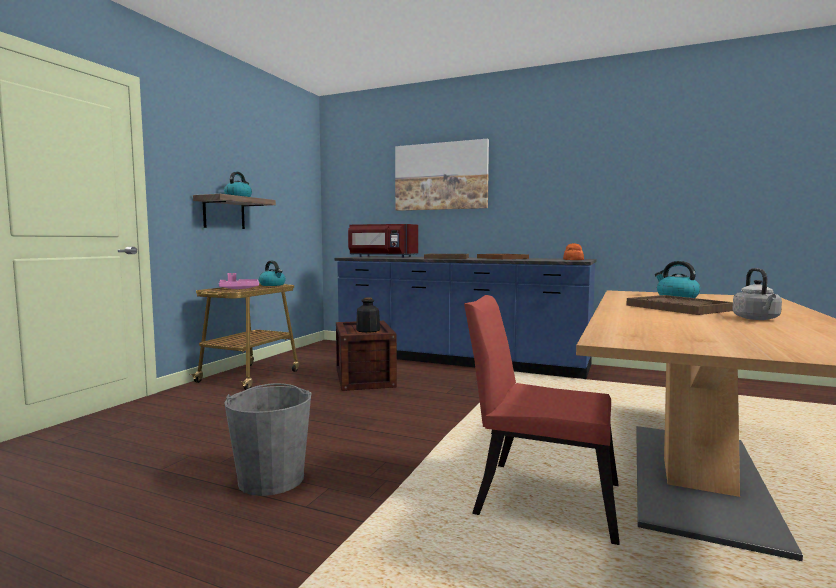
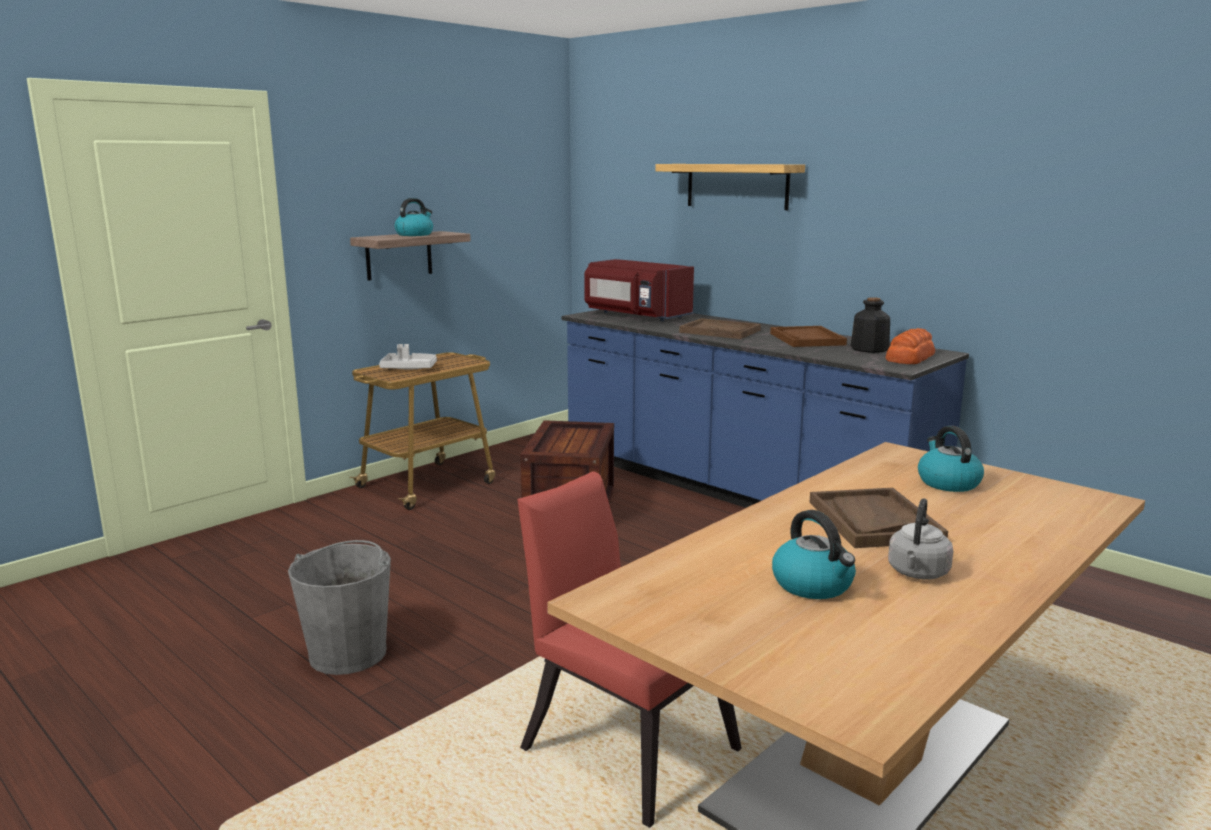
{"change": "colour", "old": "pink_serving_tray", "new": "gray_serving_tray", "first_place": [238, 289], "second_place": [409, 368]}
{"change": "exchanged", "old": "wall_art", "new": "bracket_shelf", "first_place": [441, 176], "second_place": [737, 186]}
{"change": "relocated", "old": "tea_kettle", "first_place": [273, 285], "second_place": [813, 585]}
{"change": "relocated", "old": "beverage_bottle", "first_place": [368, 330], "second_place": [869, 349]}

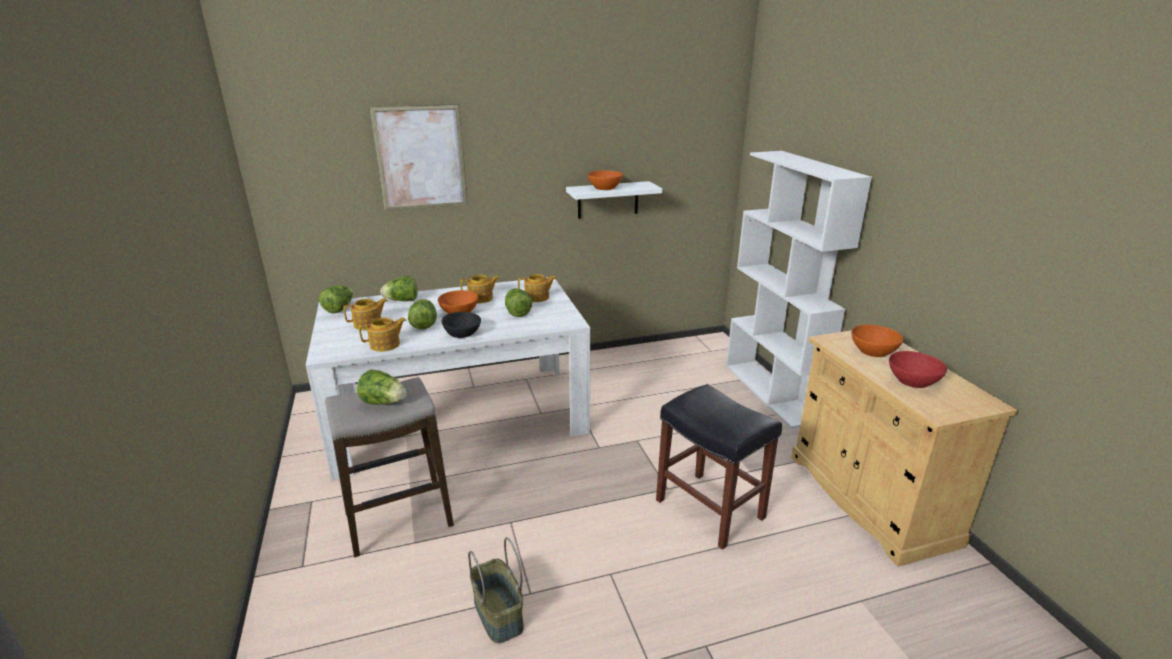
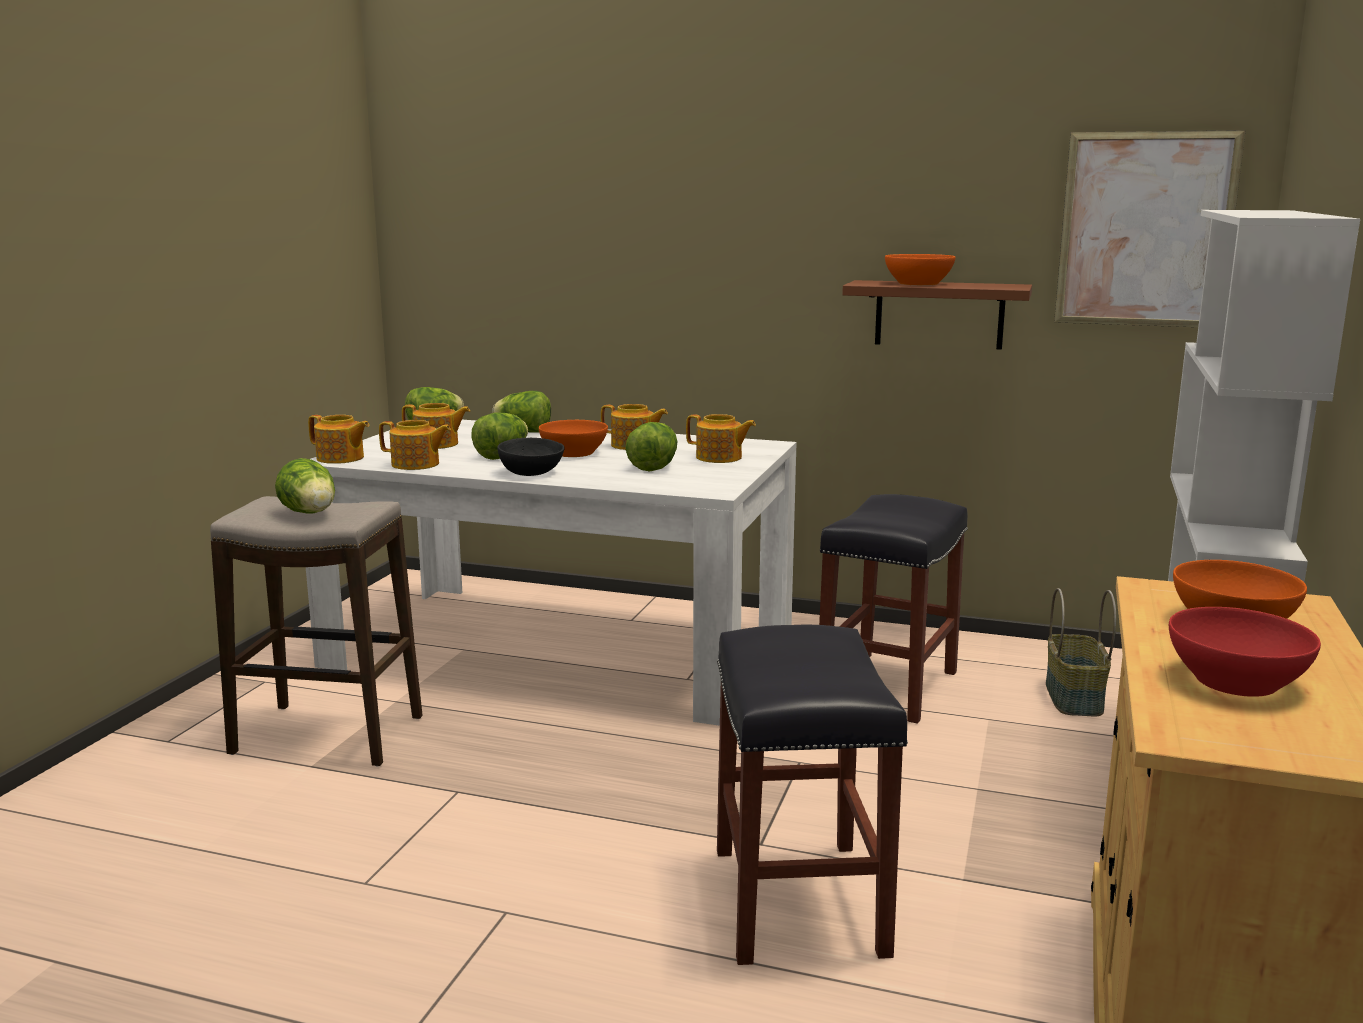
{"change": "appeared", "new": "teapot", "second_place": [340, 458]}
{"change": "appeared", "new": "black_sitting_stool", "second_place": [888, 688]}
{"change": "colour", "old": "whitish_bracket_shelf", "new": "brown-coloured_bracket_shelf", "first_place": [608, 200], "second_place": [939, 314]}
{"change": "relocated", "old": "household_basket", "first_place": [497, 614], "second_place": [1072, 697]}
{"change": "relocated", "old": "wall_art", "first_place": [421, 158], "second_place": [1145, 230]}

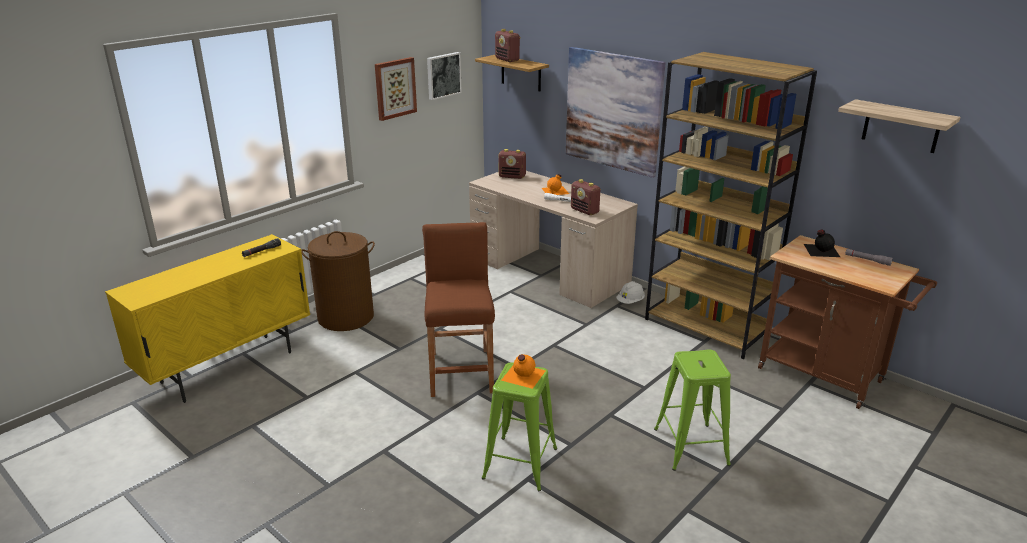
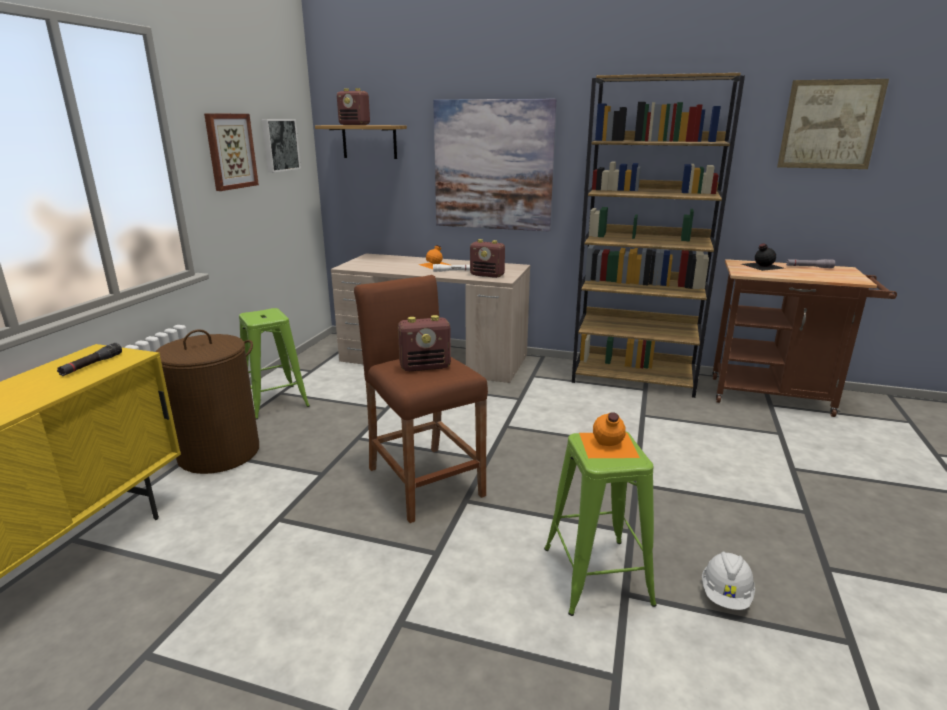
{"change": "relocated", "old": "green-coloured_sitting_stool", "first_place": [691, 446], "second_place": [275, 401]}
{"change": "relocated", "old": "radio_set", "first_place": [512, 176], "second_place": [425, 367]}
{"change": "relocated", "old": "whitish_safety_helmet", "first_place": [630, 302], "second_place": [726, 595]}
{"change": "exchanged", "old": "bracket_shelf", "new": "wall_art", "first_place": [901, 126], "second_place": [830, 125]}

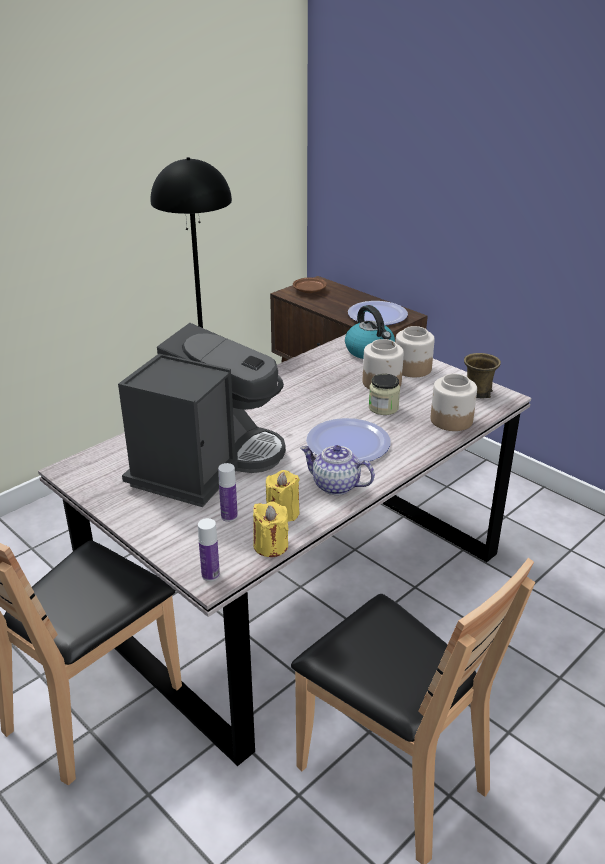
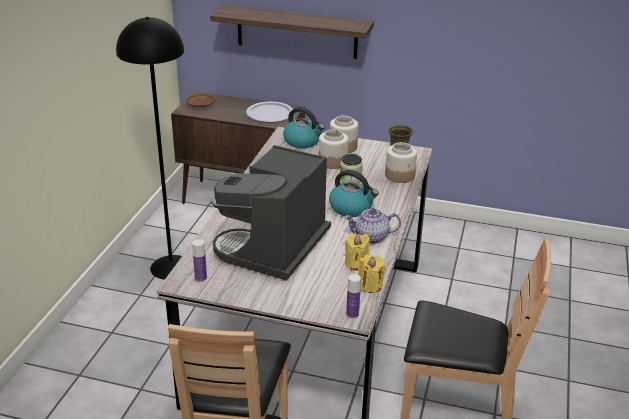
{"change": "relocated", "old": "beverage_bottle", "first_place": [229, 516], "second_place": [200, 278]}
{"change": "appeared", "new": "bracket_shelf", "second_place": [297, 32]}
{"change": "spun", "old": "coffee_machine", "first_place": [206, 463], "second_place": [274, 248], "degrees": -150}
{"change": "exchanged", "old": "dinner_plate", "new": "tea_kettle", "first_place": [348, 443], "second_place": [351, 208]}

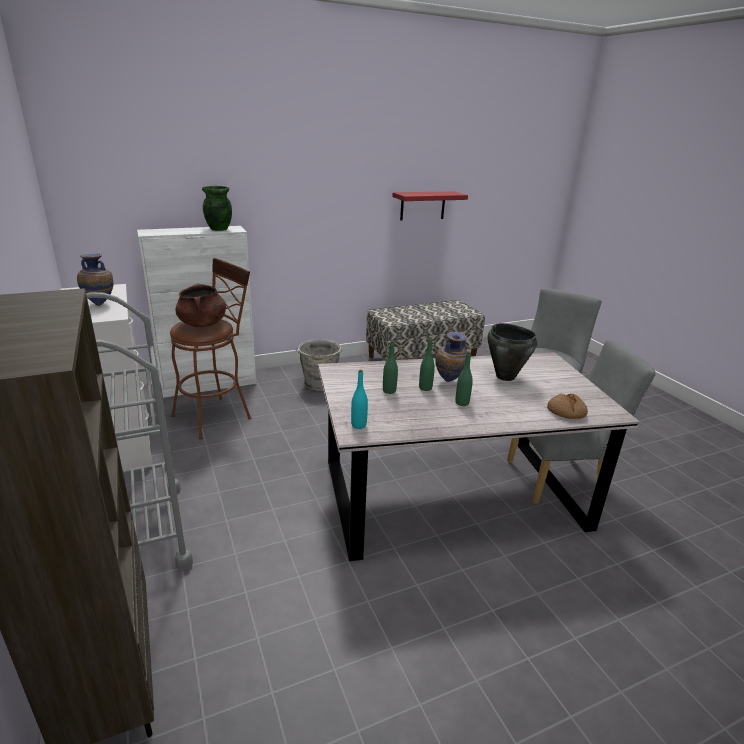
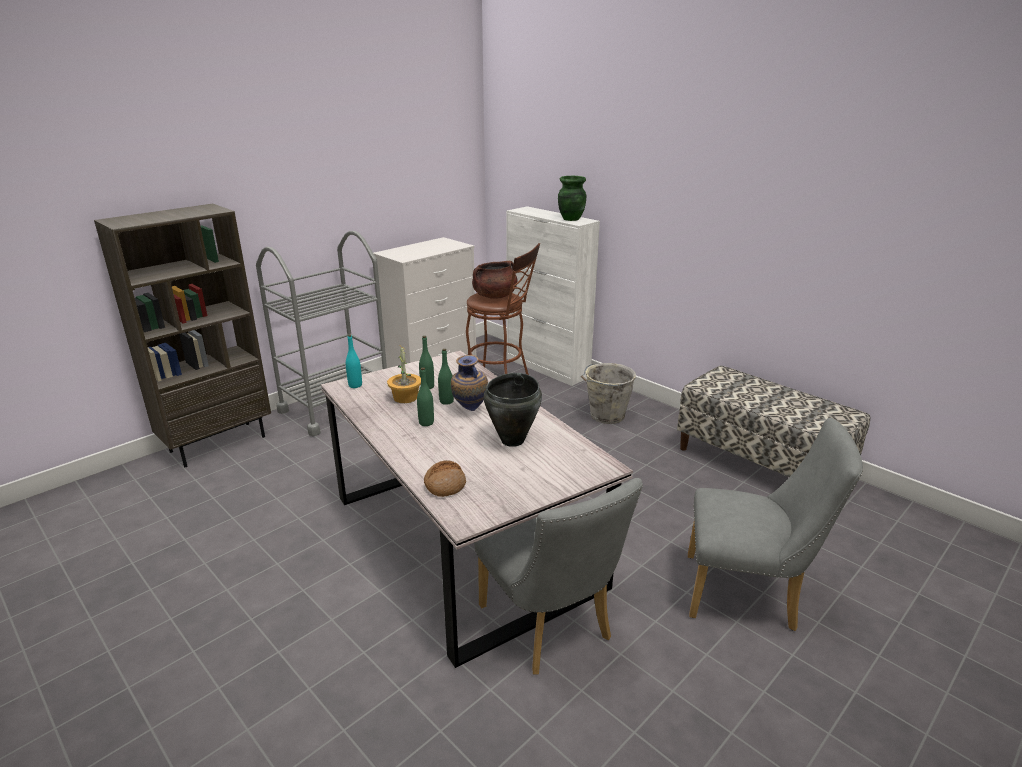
{"change": "appeared", "new": "houseplant", "second_place": [405, 397]}
{"change": "missing", "old": "vase", "first_place": [100, 304]}
{"change": "missing", "old": "reddish_bracket_shelf", "first_place": [422, 205]}

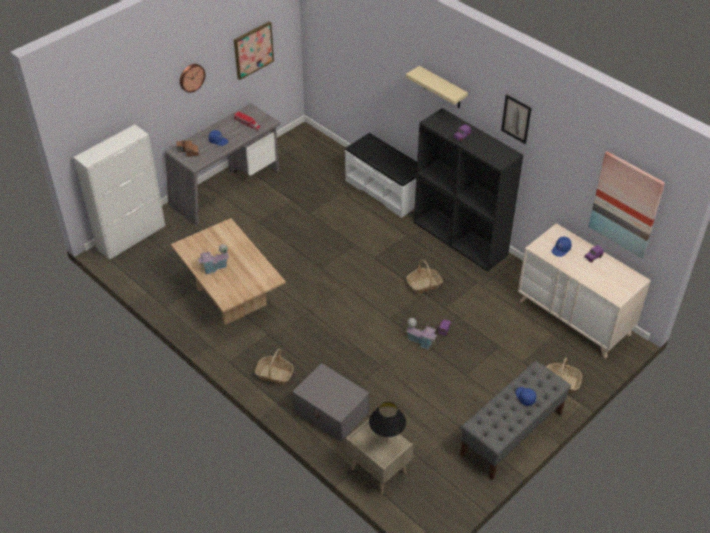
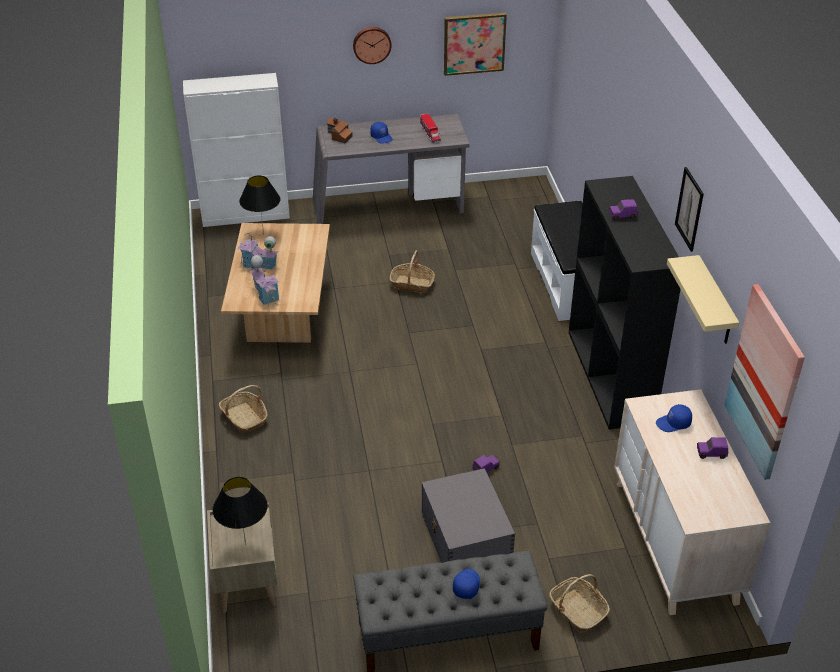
{"change": "appeared", "new": "black_tabletop_lamp", "second_place": [263, 235]}
{"change": "relocated", "old": "model_house", "first_place": [421, 341], "second_place": [266, 294]}
{"change": "relocated", "old": "household_basket", "first_place": [424, 285], "second_place": [412, 284]}
{"change": "relocated", "old": "gray_storage_box", "first_place": [331, 412], "second_place": [466, 539]}
{"change": "relocated", "old": "beige_bracket_shelf", "first_place": [442, 88], "second_place": [715, 303]}

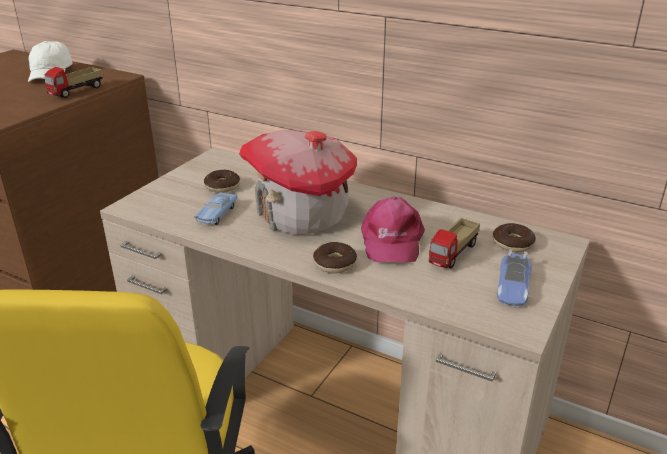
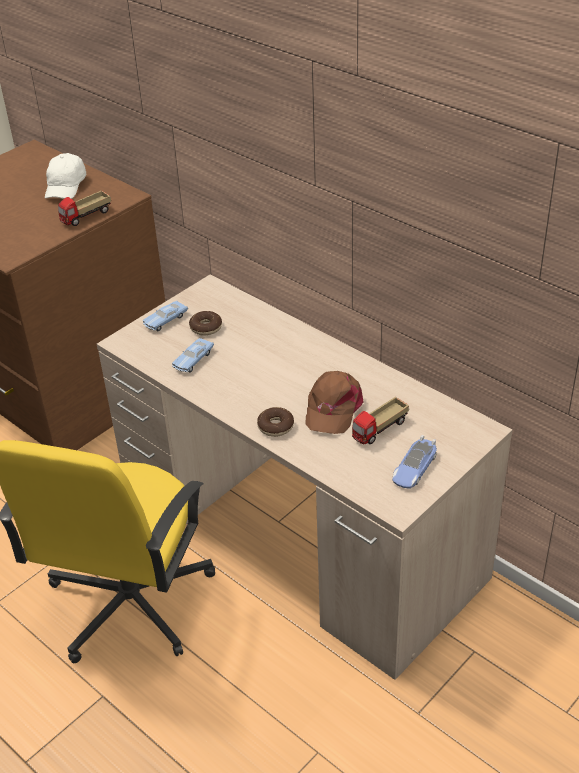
{"change": "appeared", "new": "blue_model_car", "second_place": [165, 320]}
{"change": "colour", "old": "pink_baseball_cap", "new": "brown-coloured_baseball_cap", "first_place": [391, 240], "second_place": [333, 408]}
{"change": "missing", "old": "model_house", "first_place": [301, 215]}
{"change": "missing", "old": "donut", "first_place": [512, 244]}

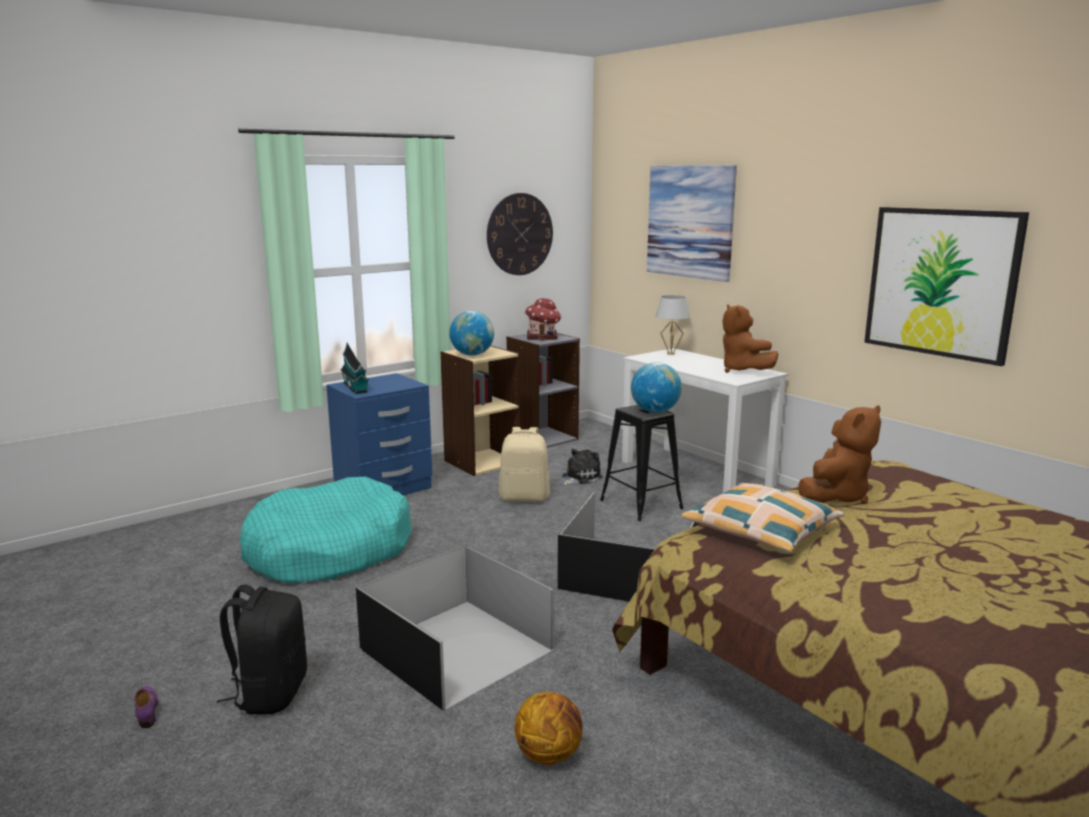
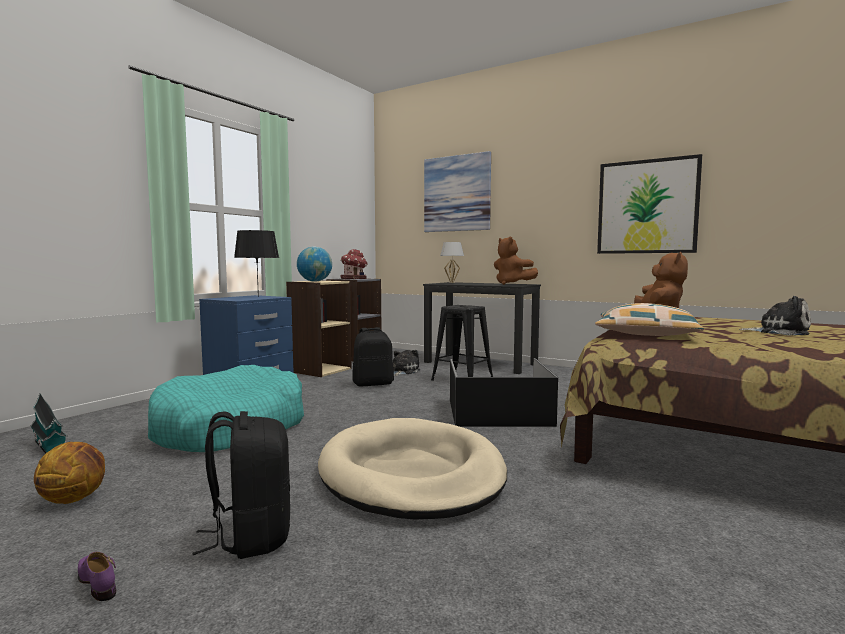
{"change": "relocated", "old": "model_house", "first_place": [356, 388], "second_place": [50, 447]}
{"change": "relocated", "old": "basketball", "first_place": [549, 754], "second_place": [74, 499]}
{"change": "appeared", "new": "black_tabletop_lamp", "second_place": [258, 296]}
{"change": "exchanged", "old": "black_storage_box", "new": "beige_dog_cushion", "first_place": [454, 650], "second_place": [411, 474]}
{"change": "colour", "old": "beige_rucksack", "new": "black_rucksack", "first_place": [524, 497], "second_place": [373, 384]}
{"change": "colour", "old": "whitish_desk_table", "new": "black_desk_table", "first_place": [696, 473], "second_place": [480, 363]}
{"change": "appeared", "new": "plush_toy", "second_place": [780, 332]}
{"change": "missing", "old": "wall_clock", "first_place": [519, 234]}
{"change": "missing", "old": "globe", "first_place": [655, 411]}

